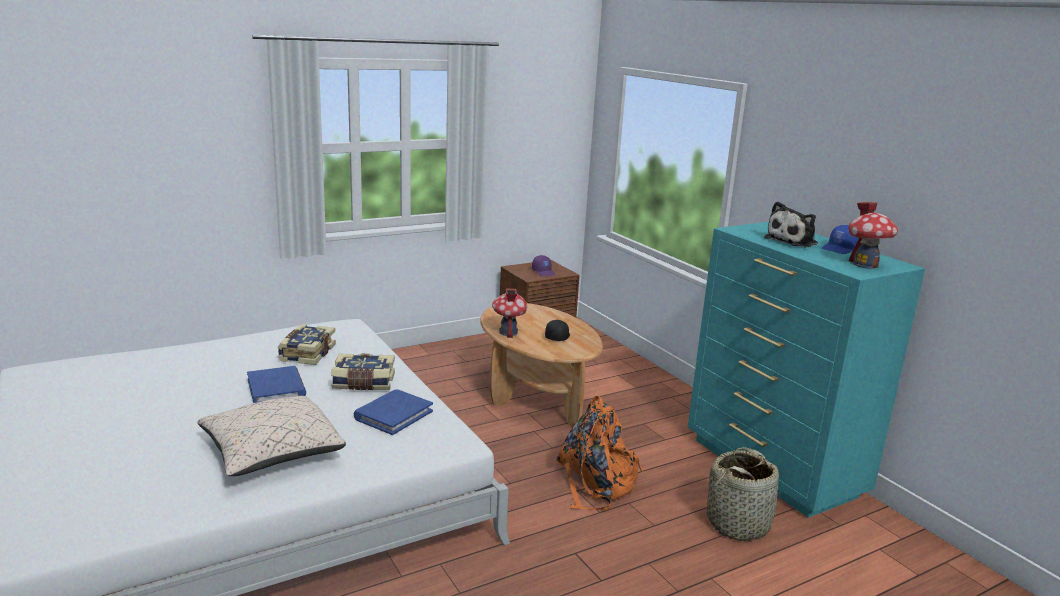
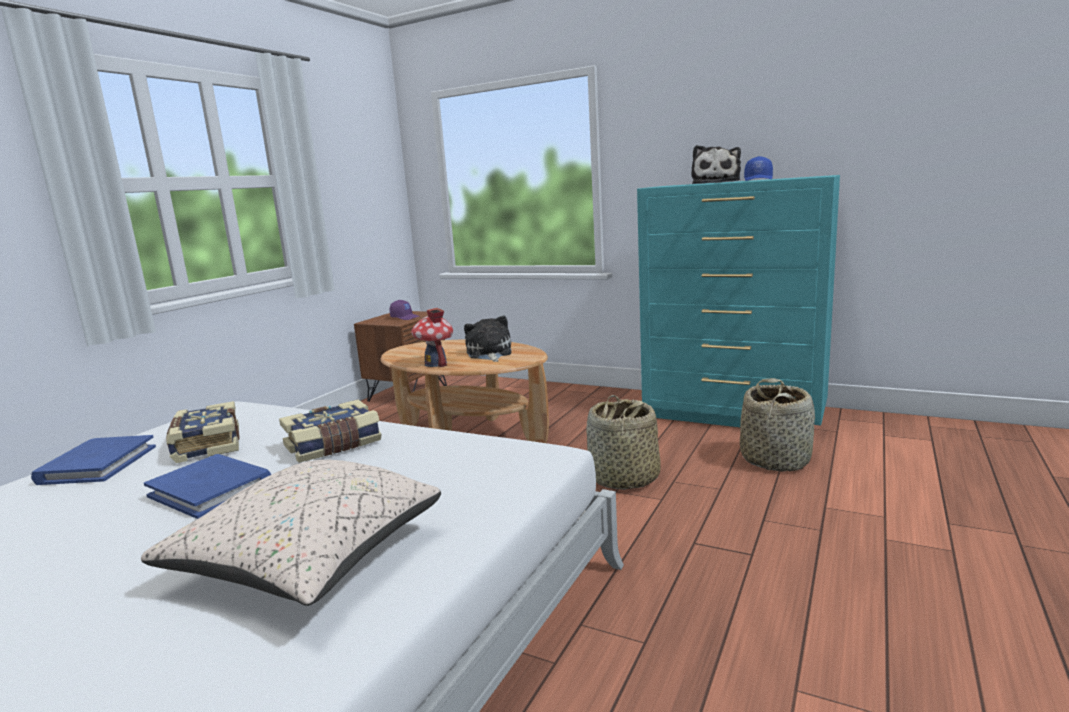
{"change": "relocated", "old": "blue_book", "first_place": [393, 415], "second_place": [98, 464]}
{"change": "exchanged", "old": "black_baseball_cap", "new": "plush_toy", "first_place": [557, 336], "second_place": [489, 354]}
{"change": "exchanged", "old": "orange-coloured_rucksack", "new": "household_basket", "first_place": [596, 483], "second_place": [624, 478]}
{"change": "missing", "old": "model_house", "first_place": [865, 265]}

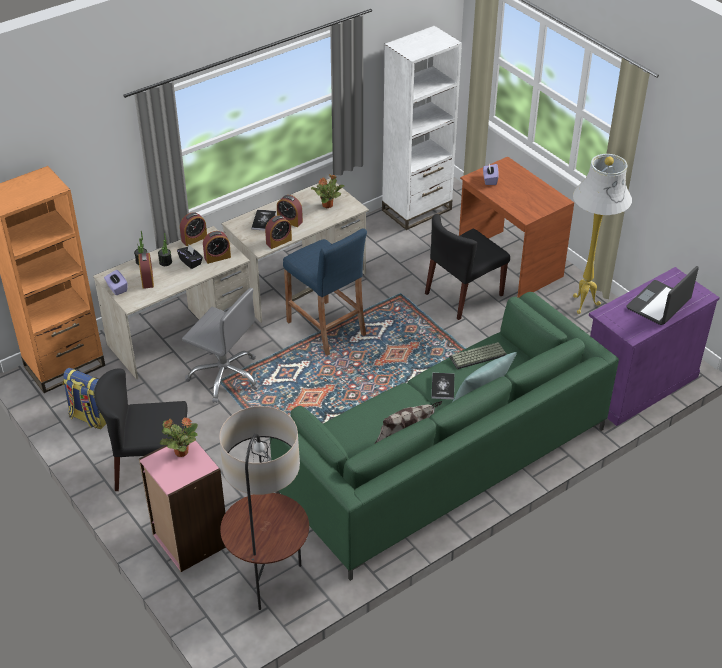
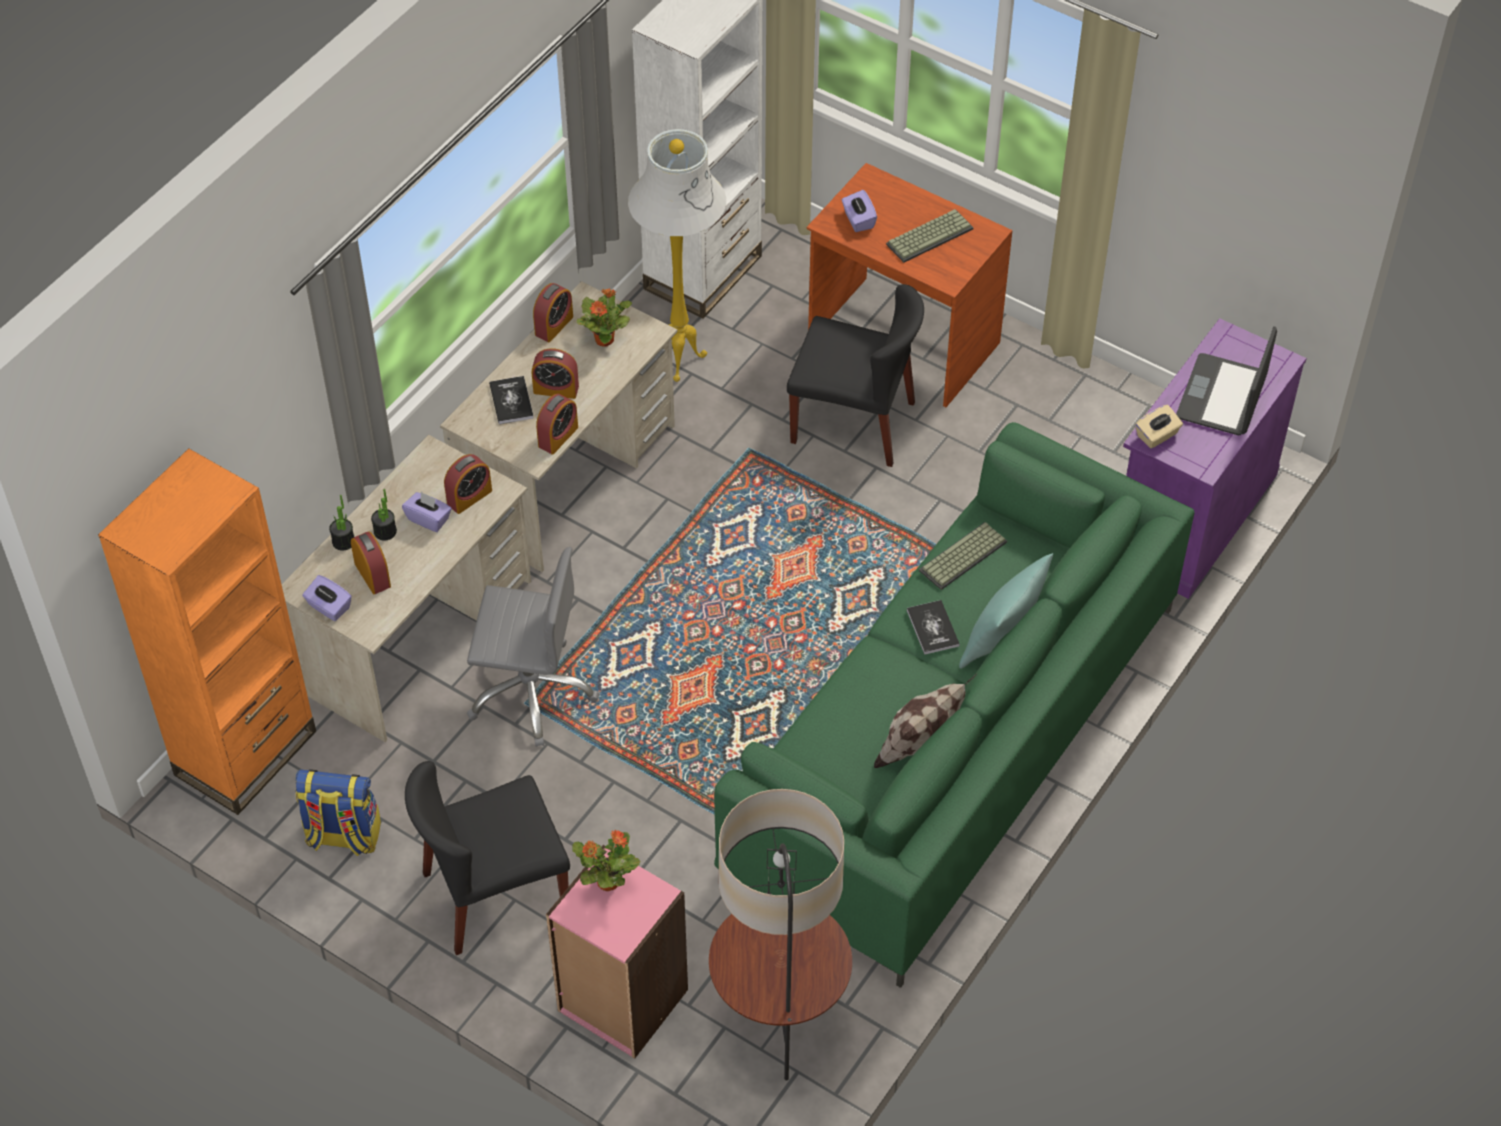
{"change": "colour", "old": "black_box_of_tissues", "new": "purple-coloured_box_of_tissues", "first_place": [191, 262], "second_place": [428, 519]}
{"change": "relocated", "old": "alarm_clock", "first_place": [194, 239], "second_place": [554, 326]}
{"change": "relocated", "old": "whitish_floor_lamp", "first_place": [584, 304], "second_place": [682, 361]}
{"change": "spun", "old": "black_chair", "first_place": [463, 295], "second_place": [854, 422], "degrees": -105}
{"change": "appeared", "new": "PC_keyboard", "second_place": [929, 235]}
{"change": "appeared", "new": "beige_box_of_tissues", "second_place": [1157, 436]}
{"change": "missing", "old": "blue_sitting_stool", "first_place": [326, 328]}

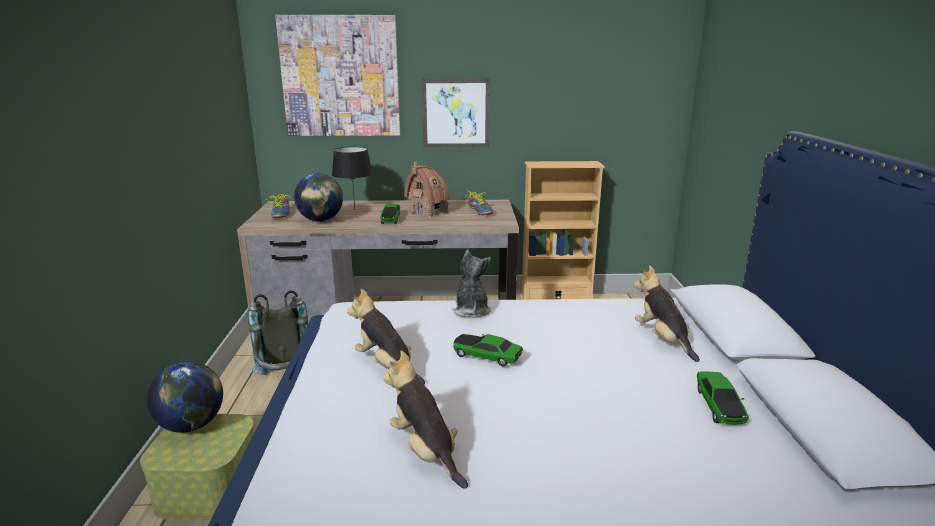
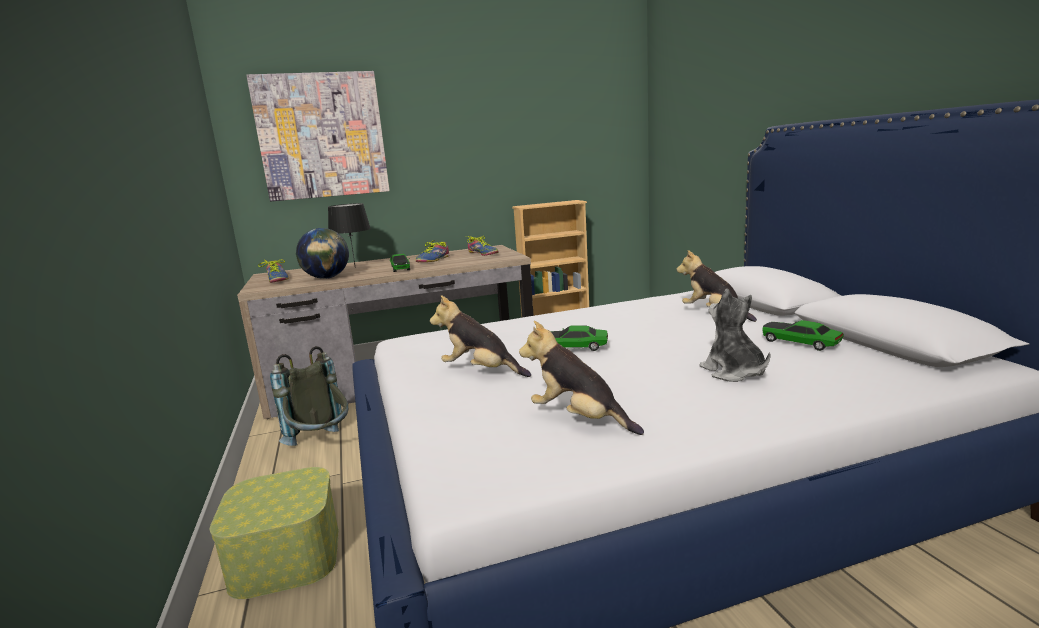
{"change": "exchanged", "old": "model_house", "new": "low_shoe", "first_place": [429, 212], "second_place": [433, 260]}
{"change": "relocated", "old": "plush_toy", "first_place": [471, 310], "second_place": [733, 372]}
{"change": "spun", "old": "model_car", "first_place": [719, 406], "second_place": [800, 343], "degrees": 150}
{"change": "missing", "old": "globe", "first_place": [191, 426]}
{"change": "missing", "old": "wall_art", "first_place": [456, 113]}

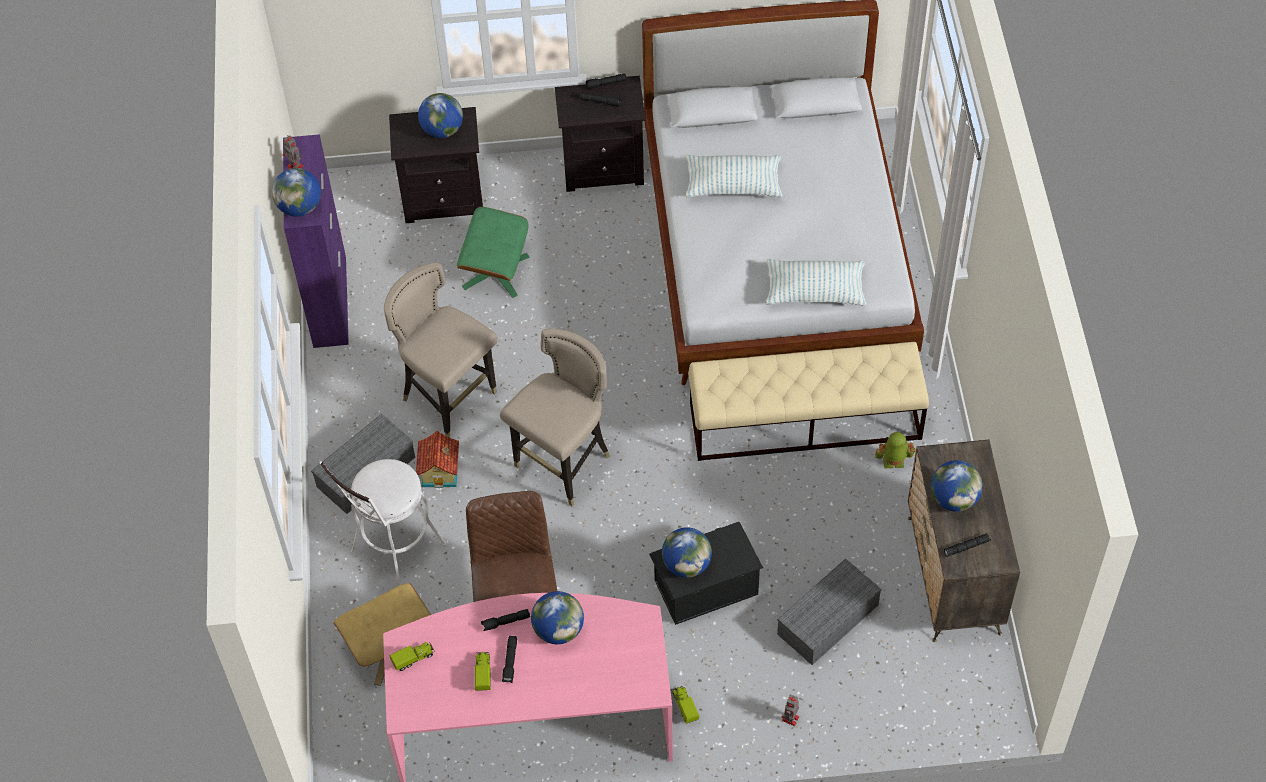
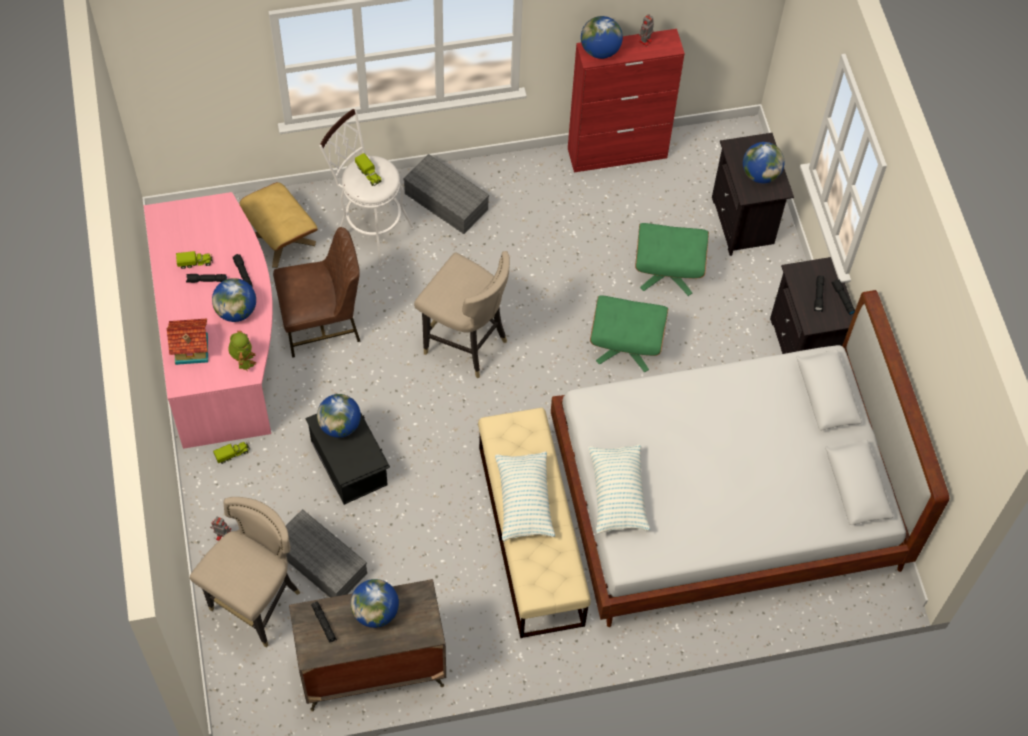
{"change": "relocated", "old": "model_house", "first_place": [441, 472], "second_place": [192, 350]}
{"change": "relocated", "old": "beige_sitting_stool", "first_place": [449, 399], "second_place": [256, 605]}
{"change": "relocated", "old": "toy_robot", "first_place": [893, 463], "second_place": [243, 359]}
{"change": "relocated", "old": "model_truck", "first_place": [413, 658], "second_place": [369, 174]}
{"change": "relocated", "old": "cushion", "first_place": [733, 185], "second_place": [524, 501]}
{"change": "colour", "old": "purple-coloured_storage_cabinet", "new": "reddish_storage_cabinet", "first_place": [330, 301], "second_place": [618, 153]}
{"change": "appeared", "new": "green-coloured_pouffe", "second_place": [626, 345]}

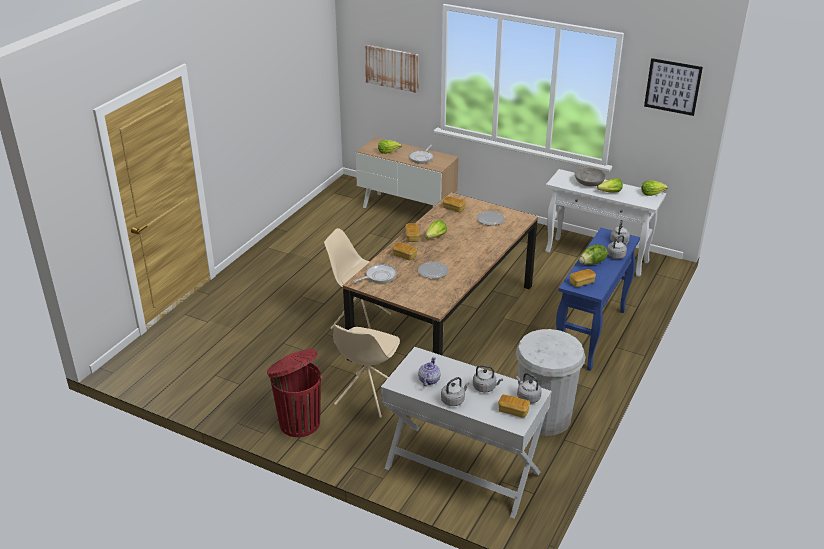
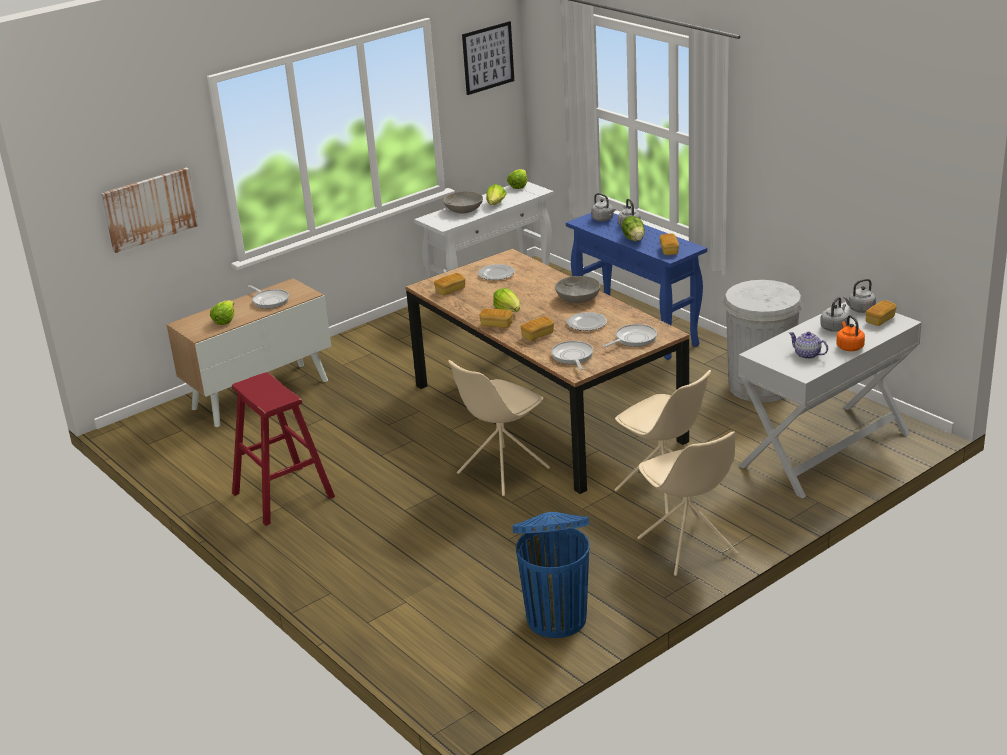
{"change": "appeared", "new": "reddish_sitting_stool", "second_place": [283, 495]}
{"change": "appeared", "new": "blue_rubbish_bin", "second_place": [556, 617]}
{"change": "appeared", "new": "gray_serving_bowl", "second_place": [577, 298]}
{"change": "appeared", "new": "pan", "second_place": [633, 339]}
{"change": "exchanged", "old": "reddish_rubbish_bin", "new": "beige_chair", "first_place": [298, 422], "second_place": [688, 548]}
{"change": "colour", "old": "gray_tea_kettle", "new": "orange-coloured_tea_kettle", "first_place": [454, 400], "second_place": [849, 346]}

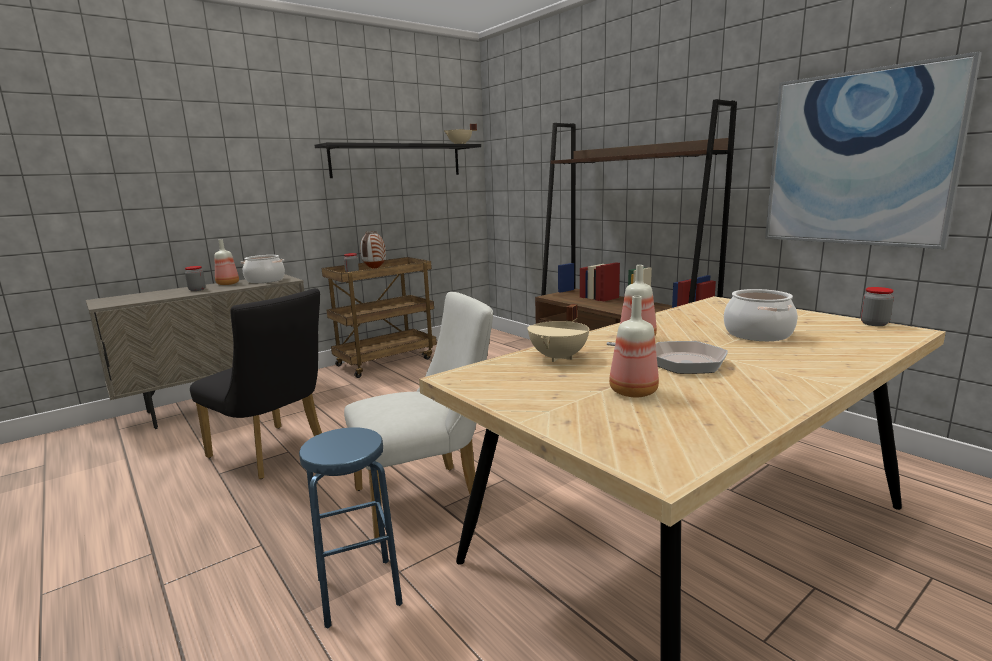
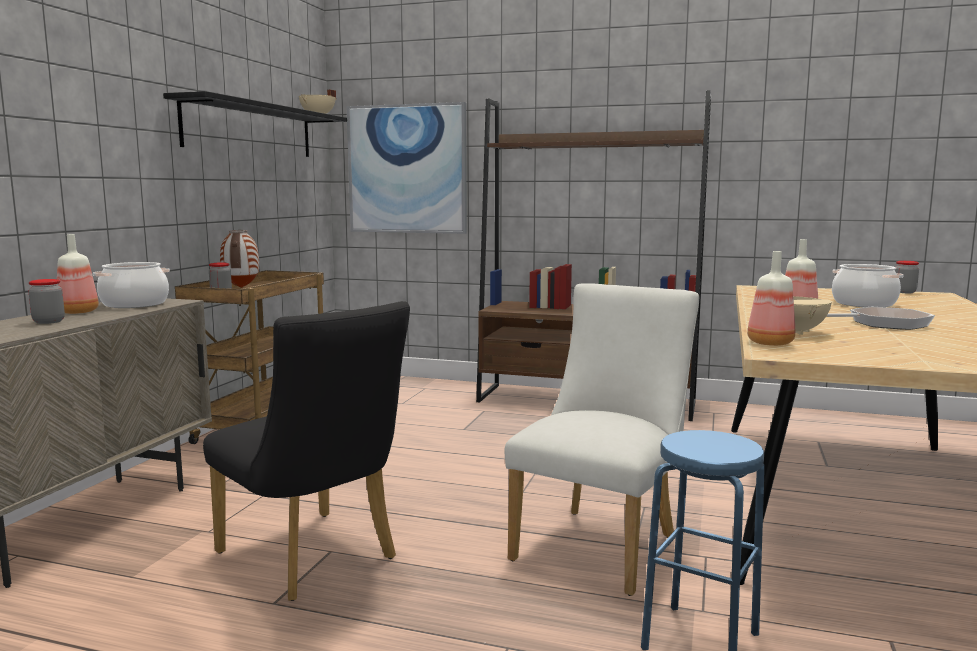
{"change": "spun", "old": "black_chair", "first_place": [274, 454], "second_place": [314, 559], "degrees": 45}
{"change": "relocated", "old": "wall_art", "first_place": [858, 159], "second_place": [407, 169]}
{"change": "relocated", "old": "beverage_bottle", "first_place": [631, 392], "second_place": [769, 343]}

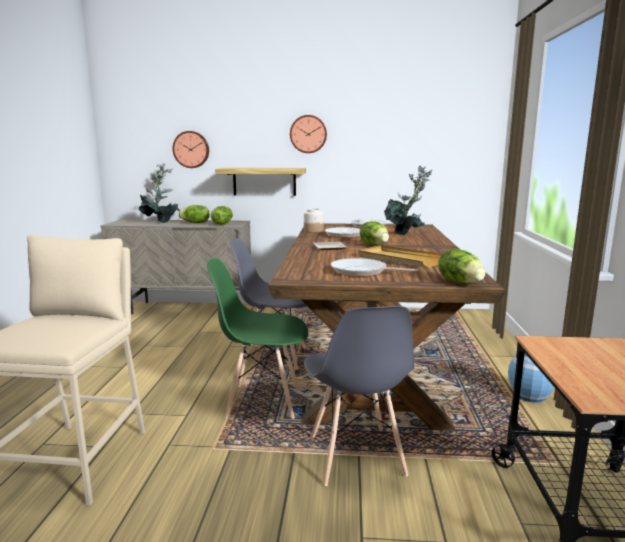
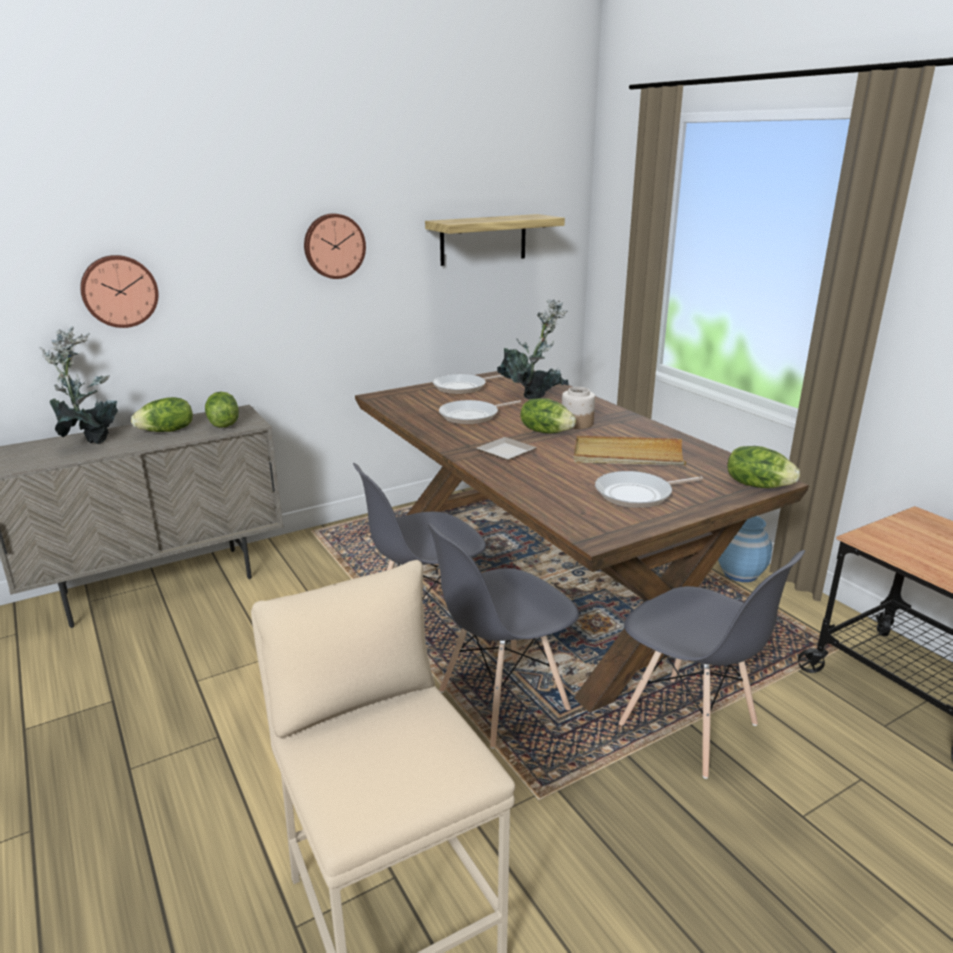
{"change": "relocated", "old": "bracket_shelf", "first_place": [264, 181], "second_place": [483, 239]}
{"change": "colour", "old": "green-coloured_chair", "new": "gray_chair", "first_place": [263, 401], "second_place": [502, 701]}
{"change": "relocated", "old": "jar", "first_place": [313, 230], "second_place": [576, 423]}

